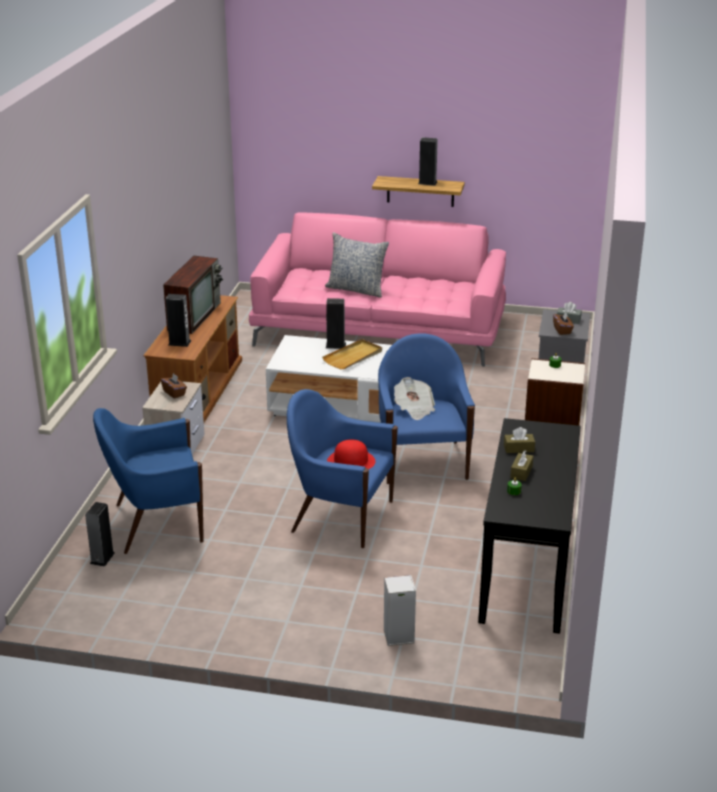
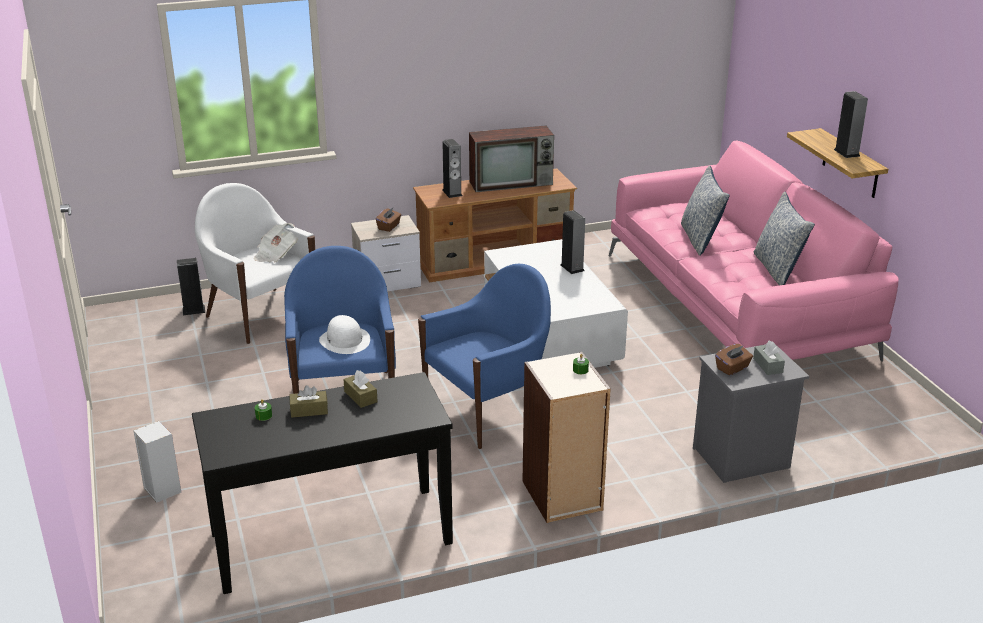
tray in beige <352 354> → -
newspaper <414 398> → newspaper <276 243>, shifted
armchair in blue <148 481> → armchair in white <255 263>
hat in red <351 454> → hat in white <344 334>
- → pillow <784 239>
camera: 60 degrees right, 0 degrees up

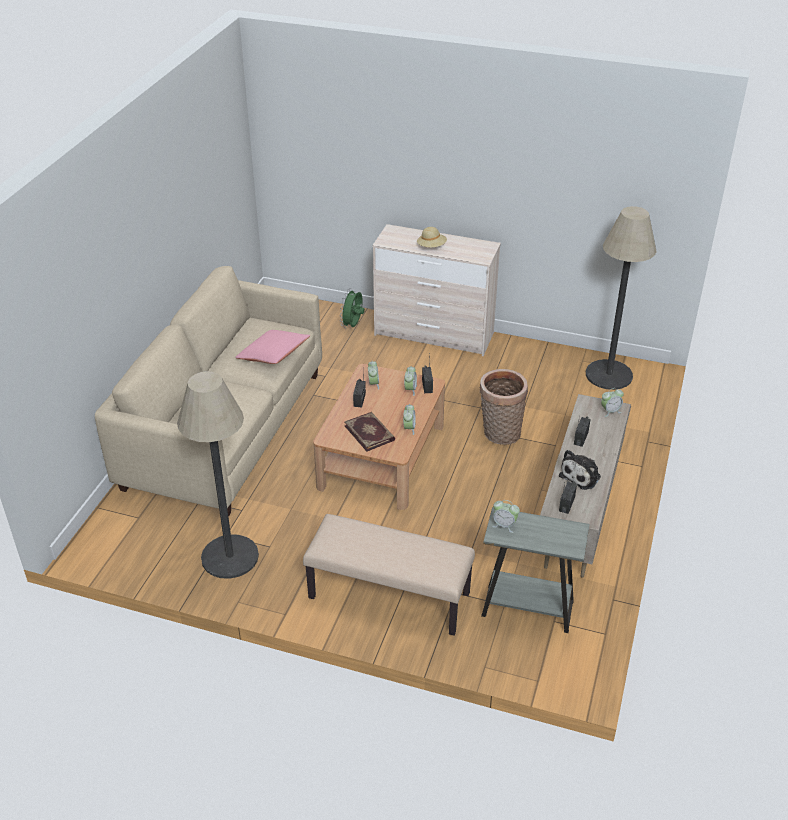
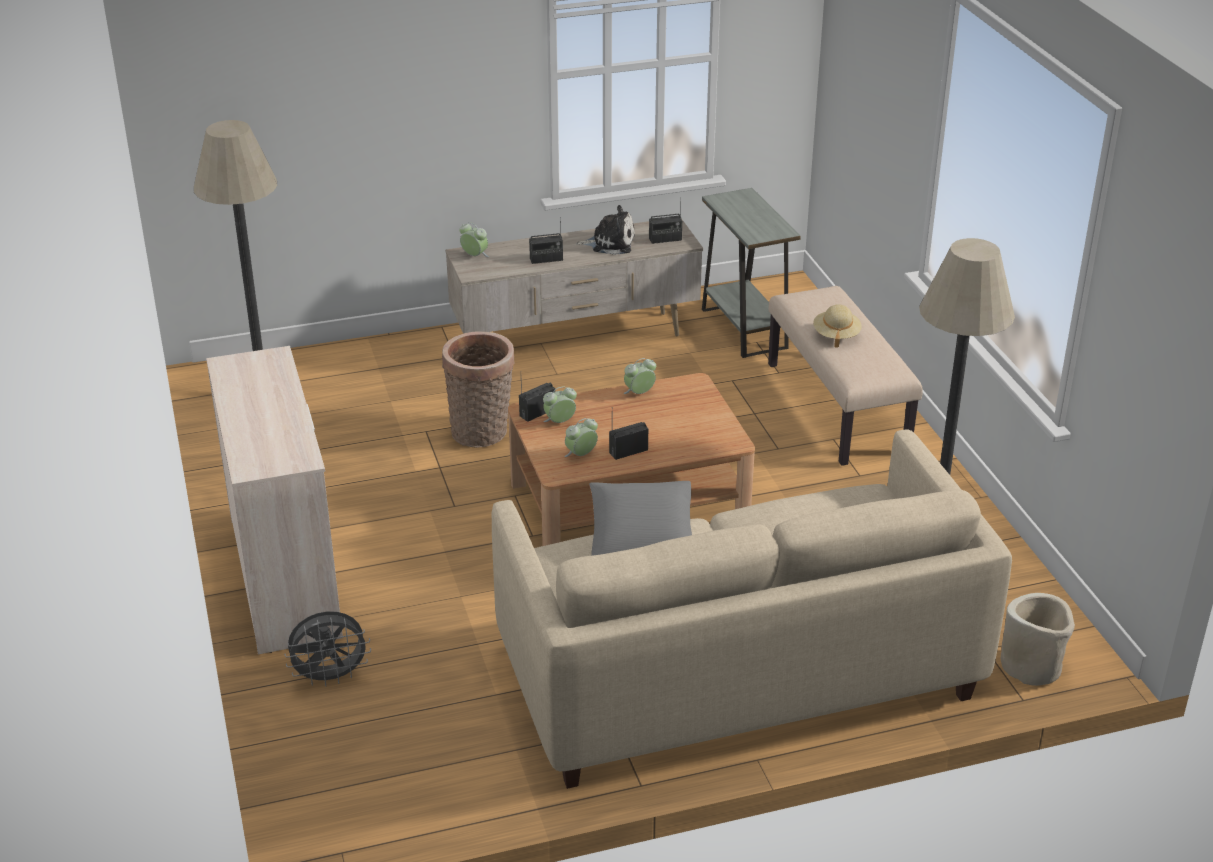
hat in beige <432 237> → hat in beige <837 326>, shifted
fan in green <352 308> → fan in grey <327 649>
pillow in pink <272 347> → pillow in grey <640 518>
book <369 432> → -
alarm clock <506 516> → -
- → planter in beige <1038 639>
camera: 125 degrees left, 5 degrees down

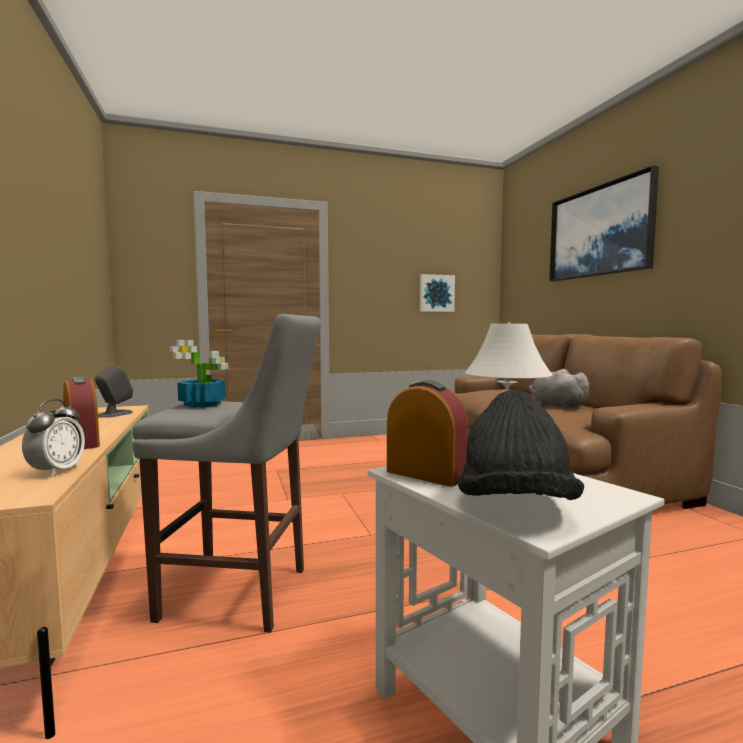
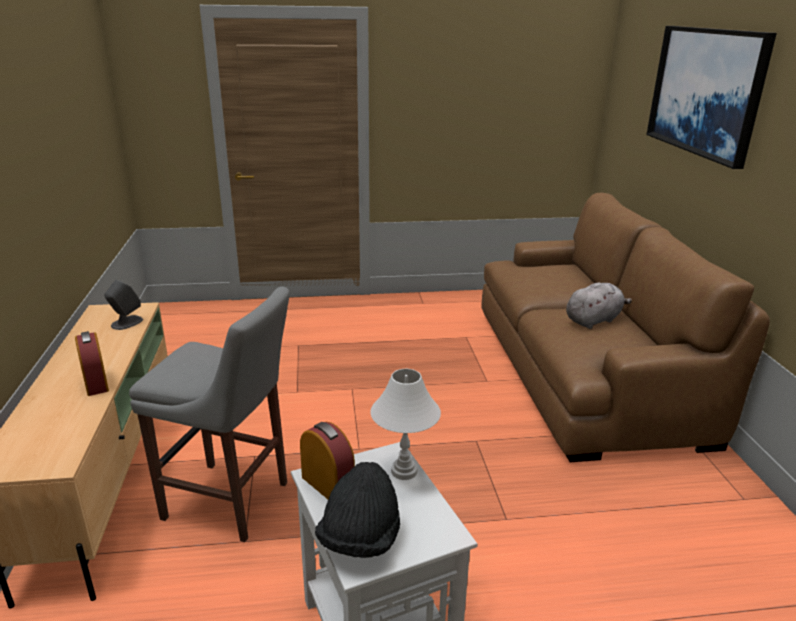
picture <437 293> → -
potted plant <199 374> → -
plush toy in grey <560 389> → plush toy in grey <599 305>, 90 degrees clockwise
alarm clock <53 438> → -
camera: 10 degrees right, 20 degrees up

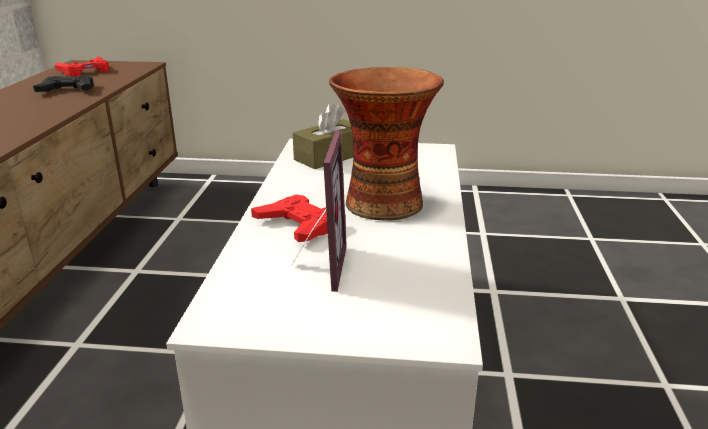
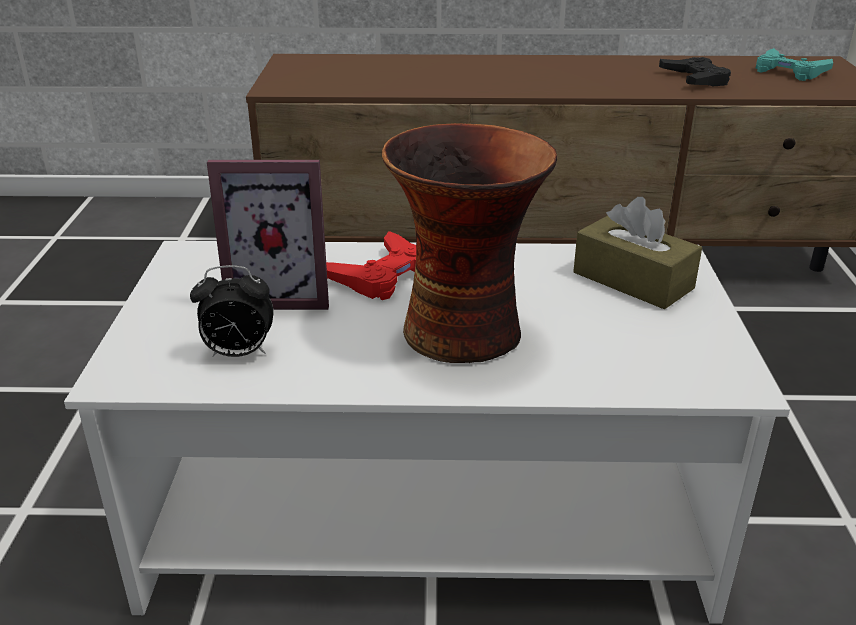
game controller in red <82 66> → game controller in turquoise <794 64>
- → alarm clock <232 311>
camera: 85 degrees right, 5 degrees up

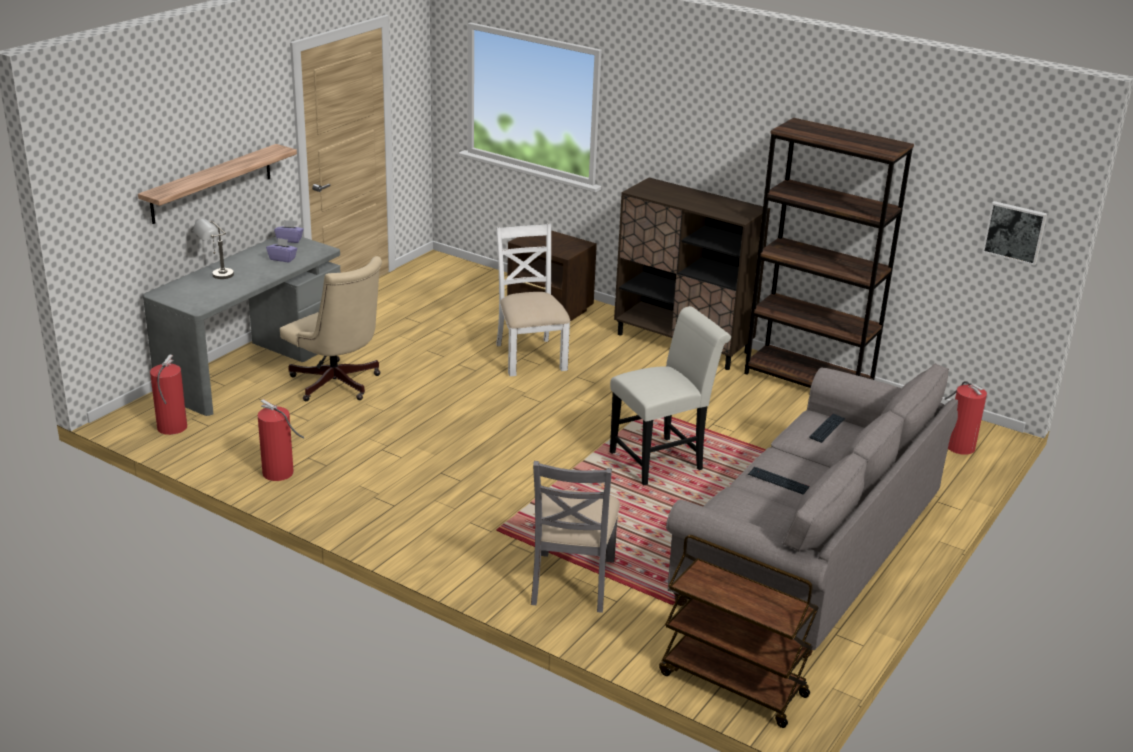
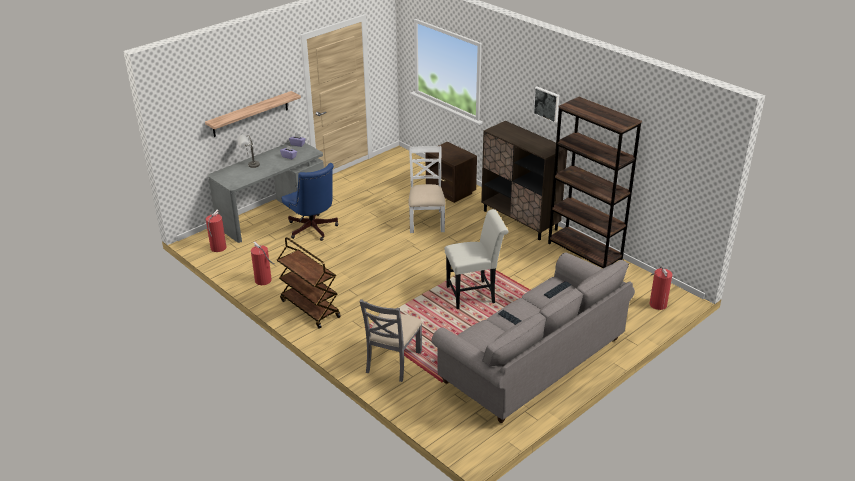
picture <1014 233> → picture <546 105>, shifted
office chair in beige <331 328> → office chair in blue <310 202>
cart in brown <739 631> → cart in brown <309 283>, shifted
camera: 15 degrees right, 5 degrees up

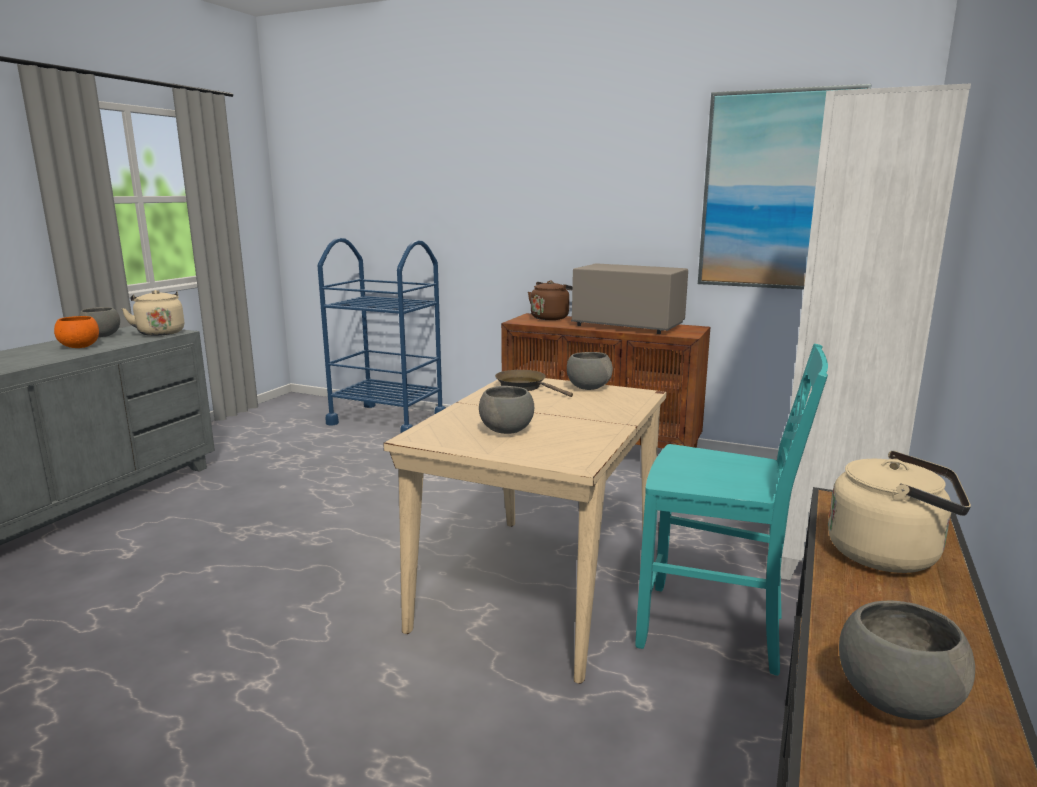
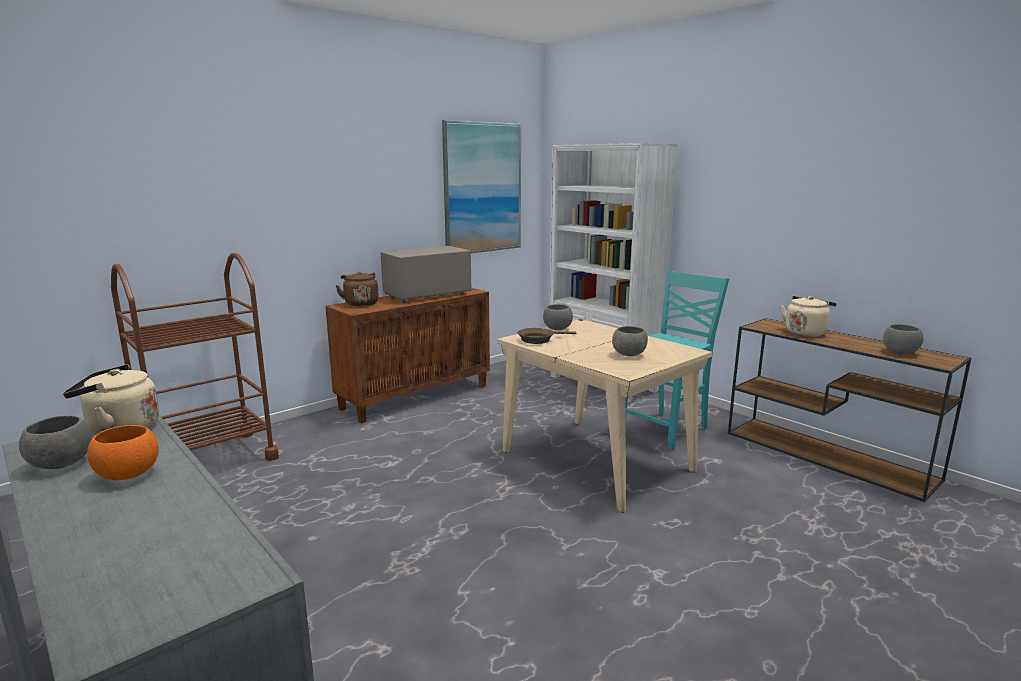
cart in blue <382 335> → cart in brown <195 357>
camera: 65 degrees left, 0 degrees up

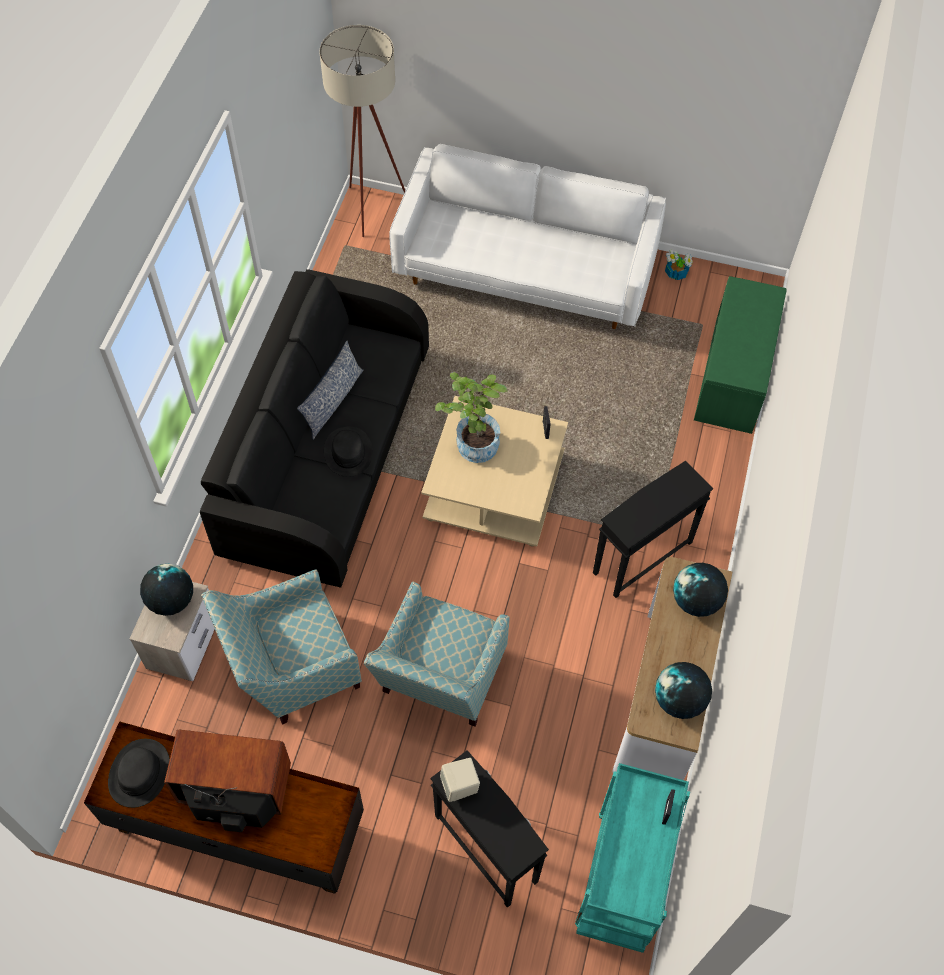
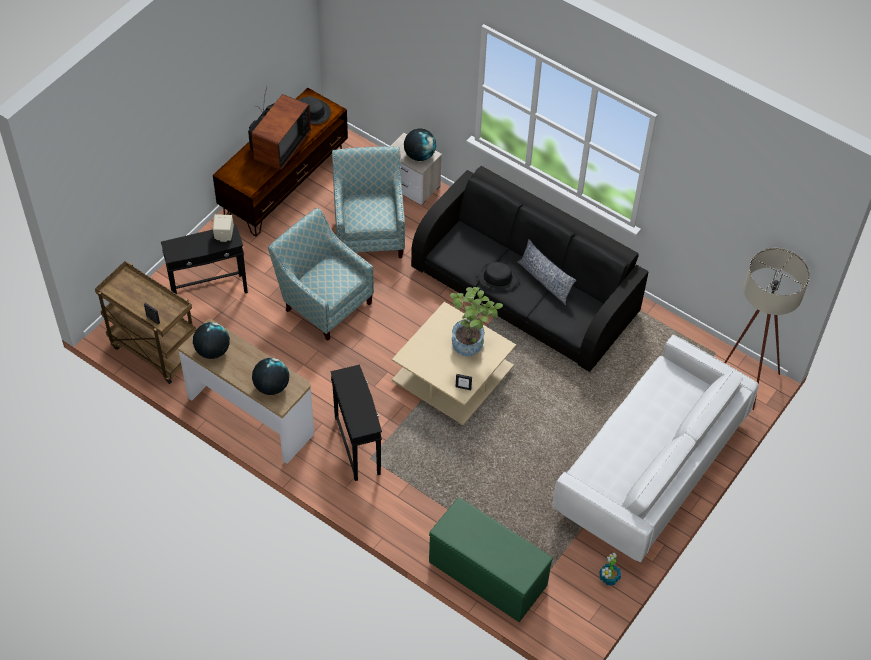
cart in turquoise <632 858> → cart in brown <145 322>
camera: 110 degrees right, 5 degrees down

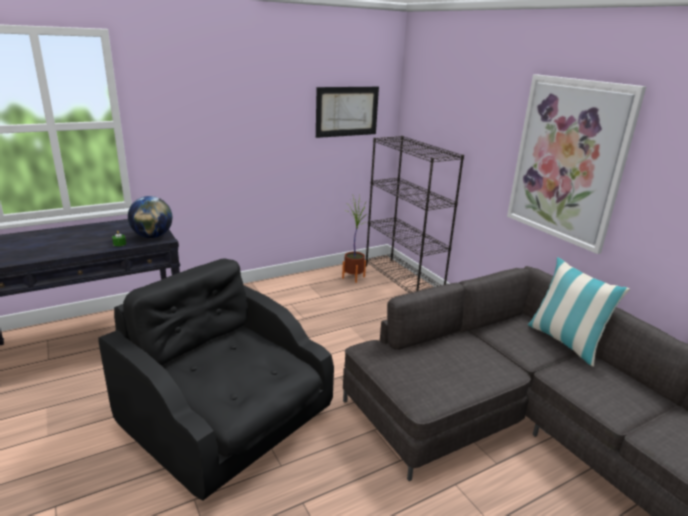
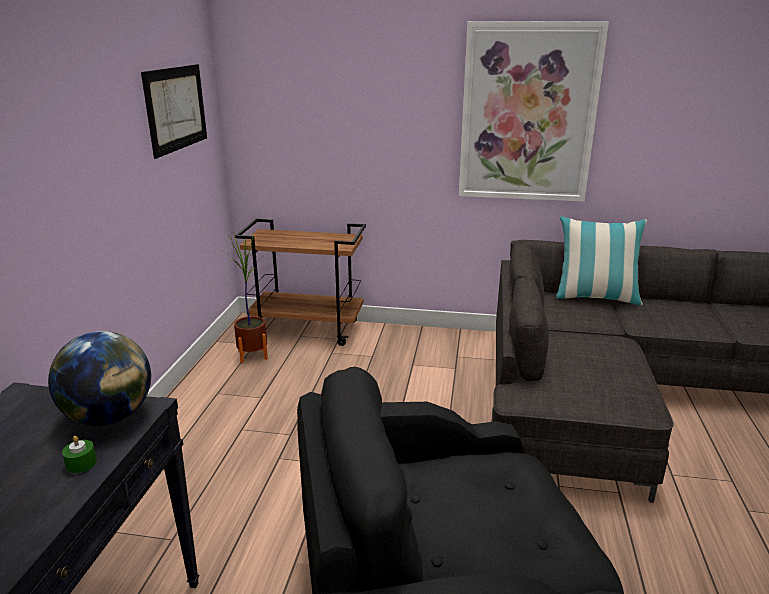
bookcase in black <415 214> → cart in brown <300 282>
camera: 50 degrees left, 0 degrees up

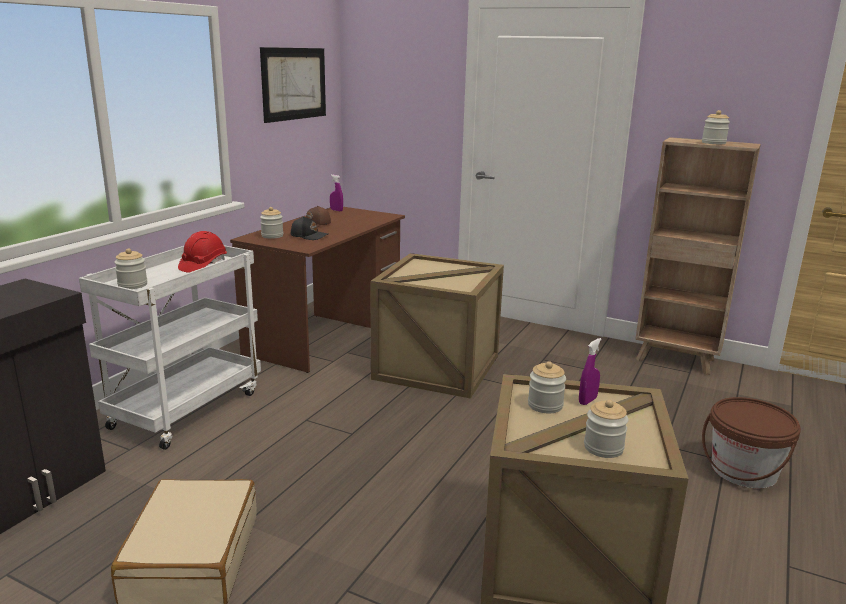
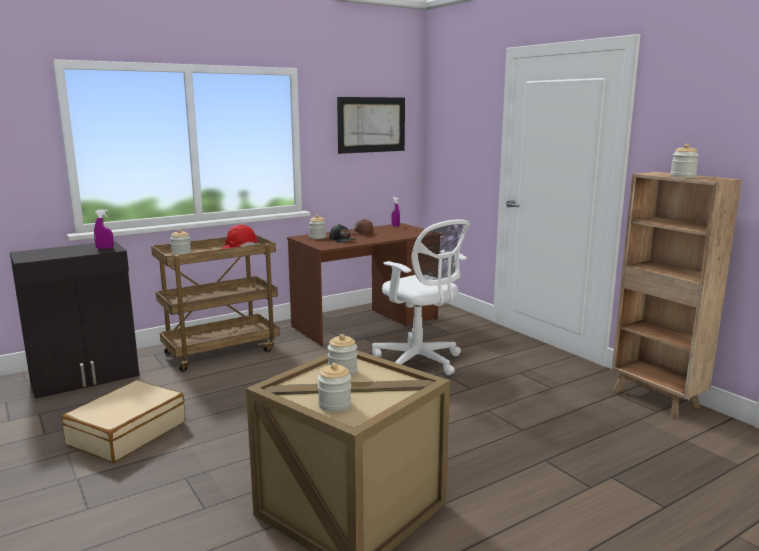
cart in white <170 347> → cart in brown <215 303>
crate <437 326> → office chair in white <421 297>
spray bottle in purple <590 371> → spray bottle in purple <104 229>, shifted
bucket in brown <751 442> → -
camera: 30 degrees right, 5 degrees down

